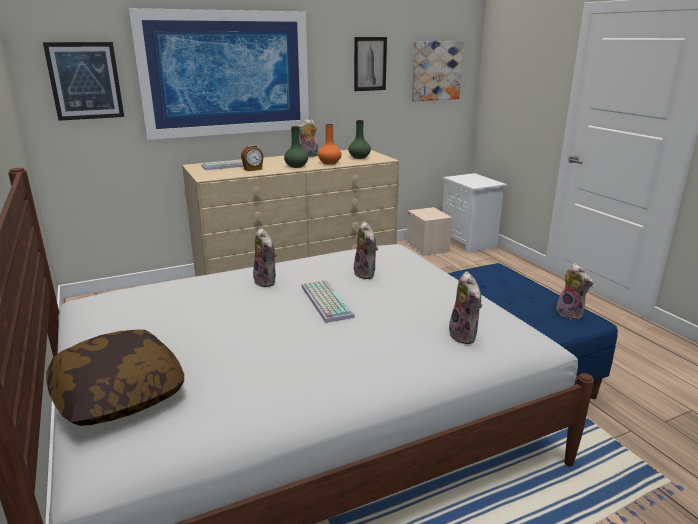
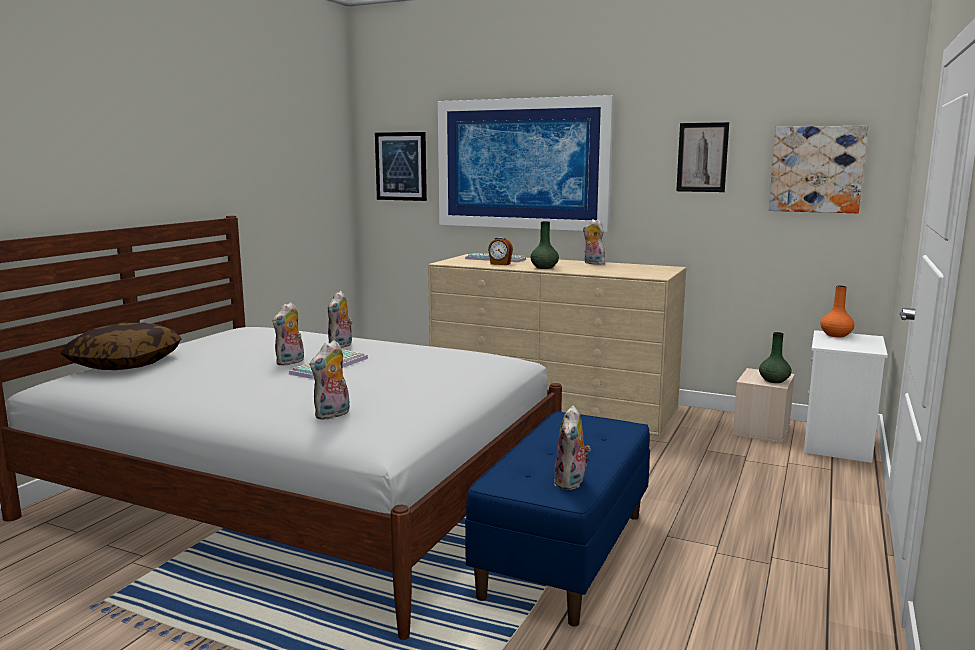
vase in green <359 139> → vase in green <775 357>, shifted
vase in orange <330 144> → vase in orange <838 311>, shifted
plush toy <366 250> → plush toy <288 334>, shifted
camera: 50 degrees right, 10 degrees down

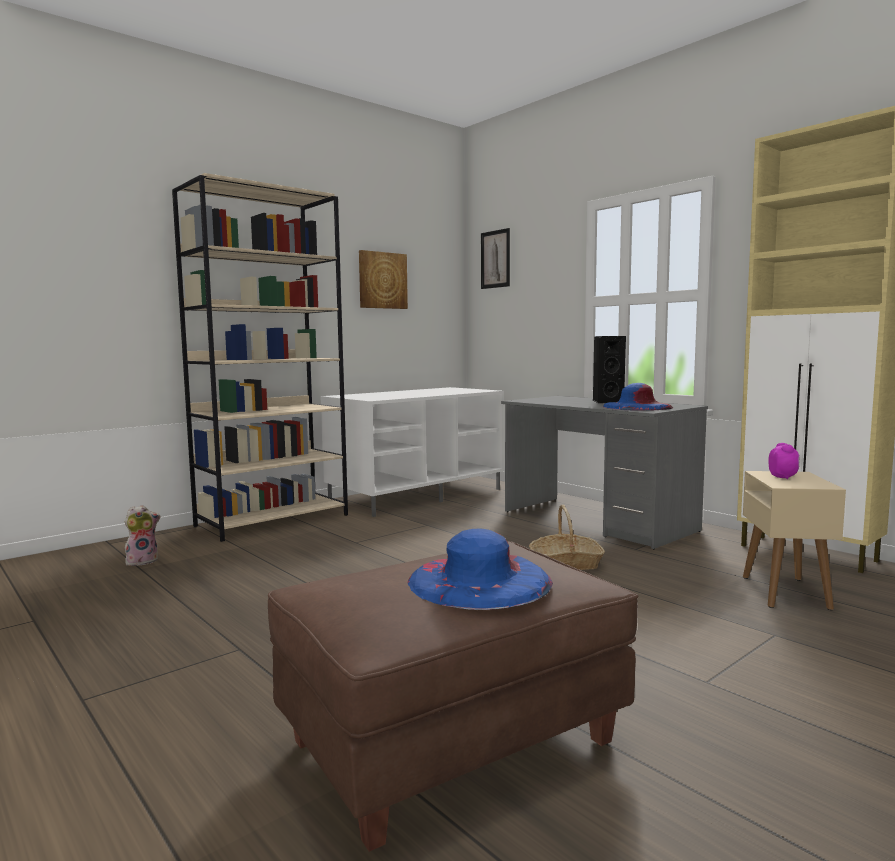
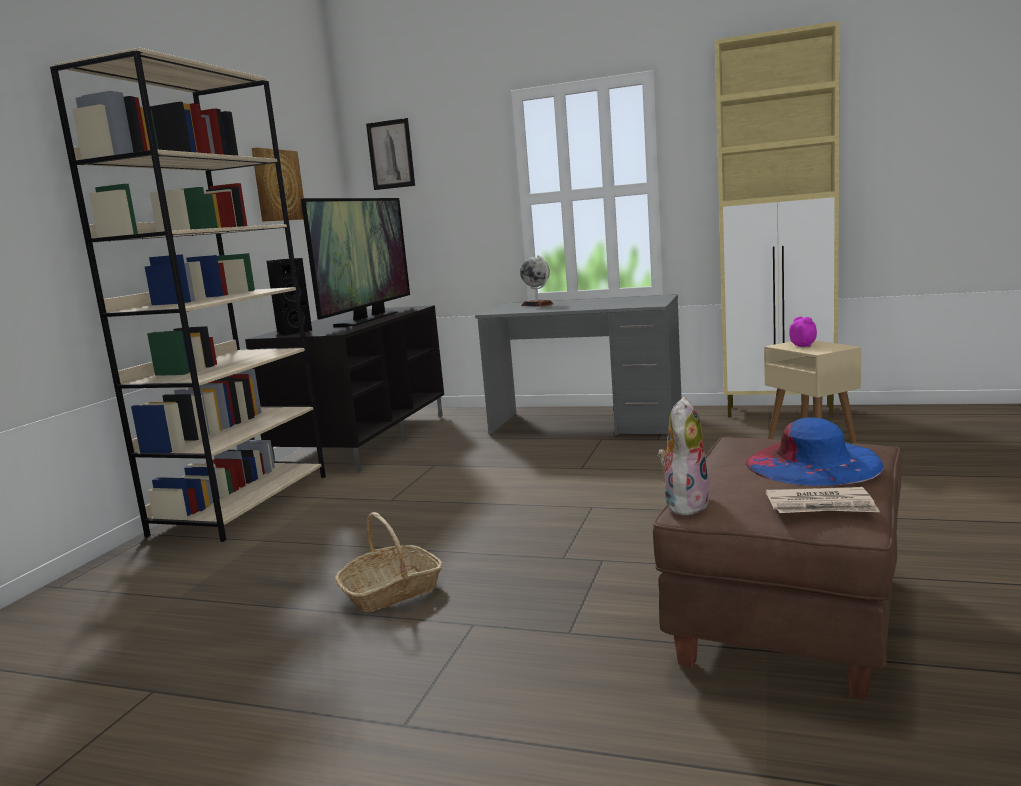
speaker in black <609 369> → speaker in black <289 297>, shifted
hat in blue <638 397> → -
tv stand in white <412 452> → tv stand in black <344 388>
plush toy <143 535> → plush toy <684 456>, shifted
basket <567 537> → basket <388 562>, shifted
- → television <355 262>
- → globe <536 281>
- → newspaper <823 500>
camera: 30 degrees left, 5 degrees up

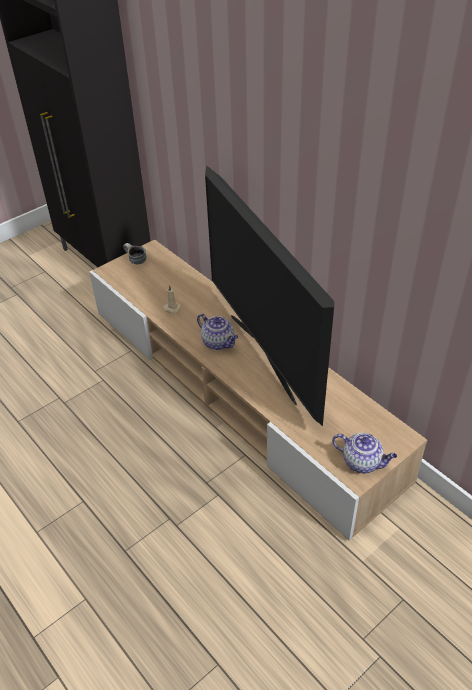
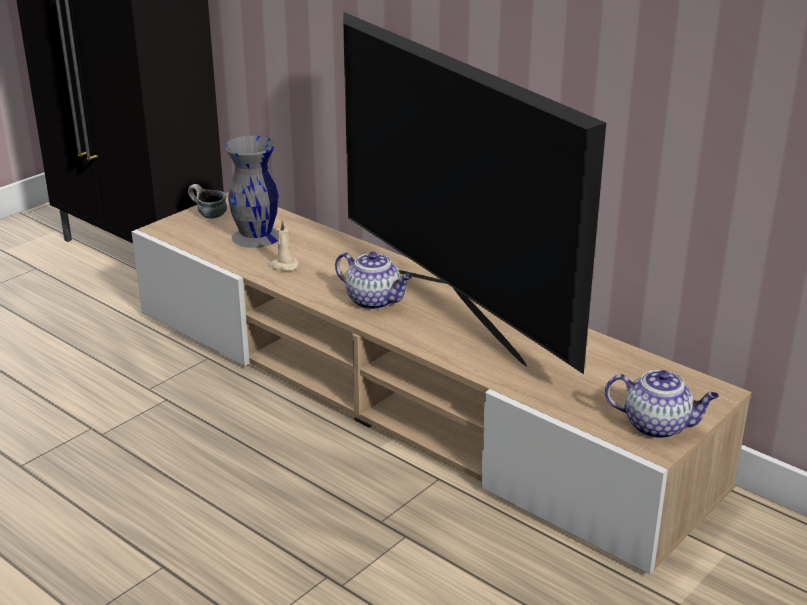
- → vase in grey <252 192>
camera: 10 degrees left, 15 degrees down

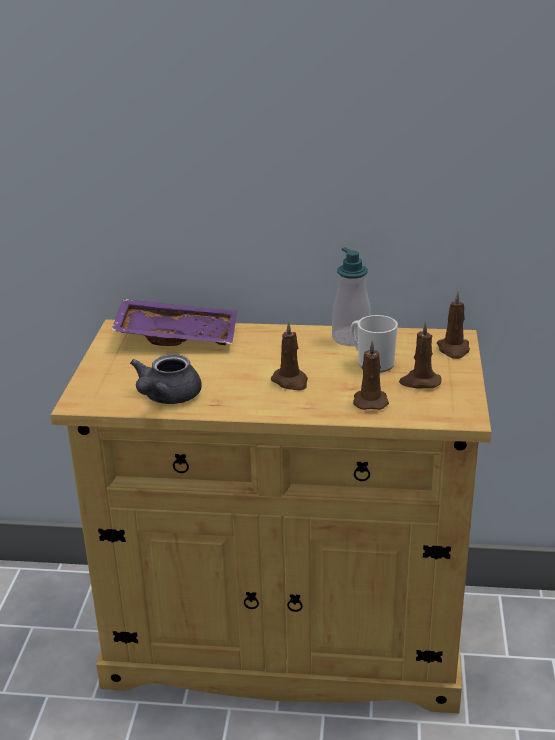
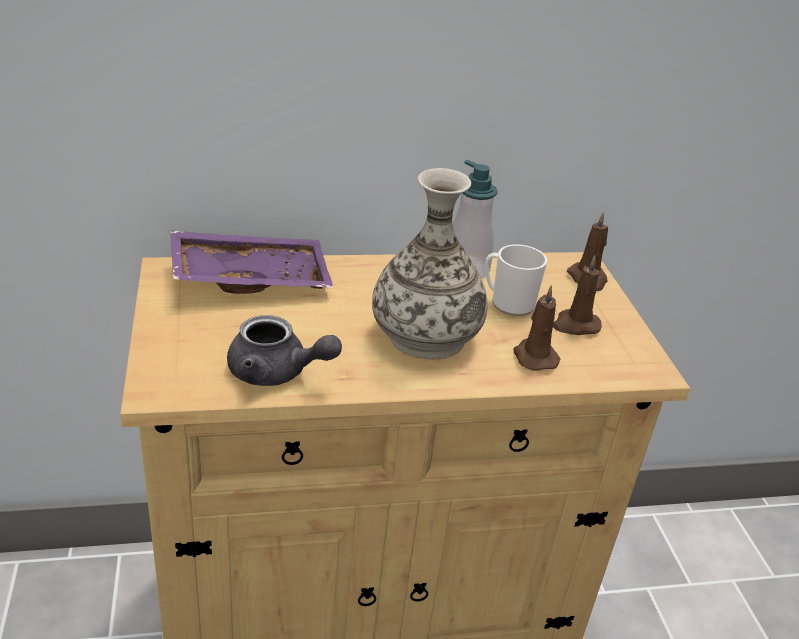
candle in brown <289 355> → vase <430 263>
teapot in grey <166 379> → teapot in grey <284 350>, 75 degrees counterclockwise
camera: 20 degrees left, 5 degrees up

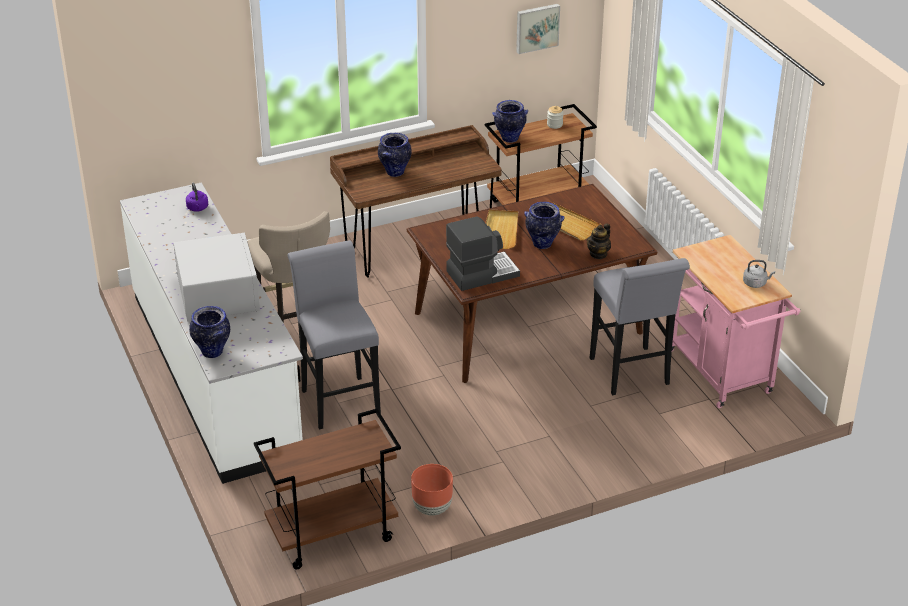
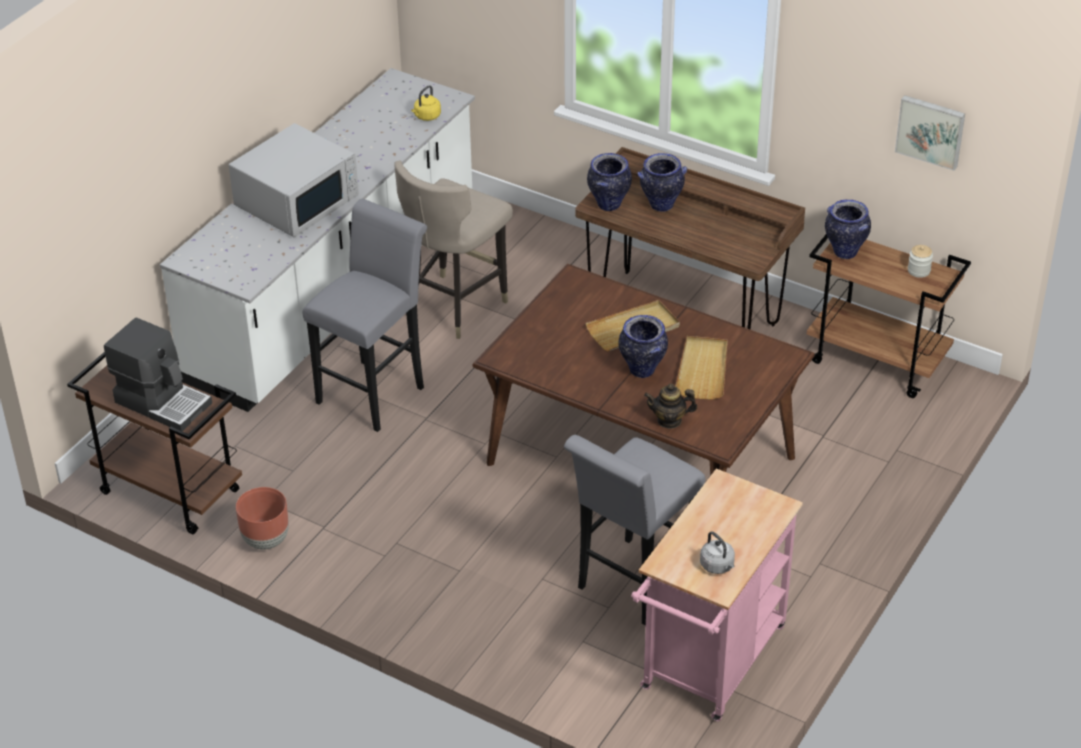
kettle in purple <197 197> → kettle in yellow <426 103>
coffee machine <483 253> → coffee machine <158 374>, shifted
vase <209 332> → vase <609 182>, shifted
camera: 55 degrees right, 5 degrees up

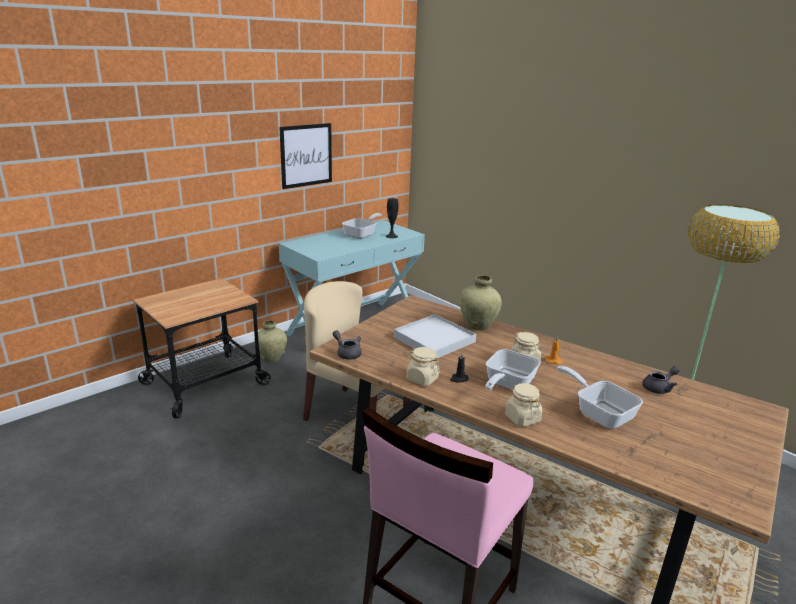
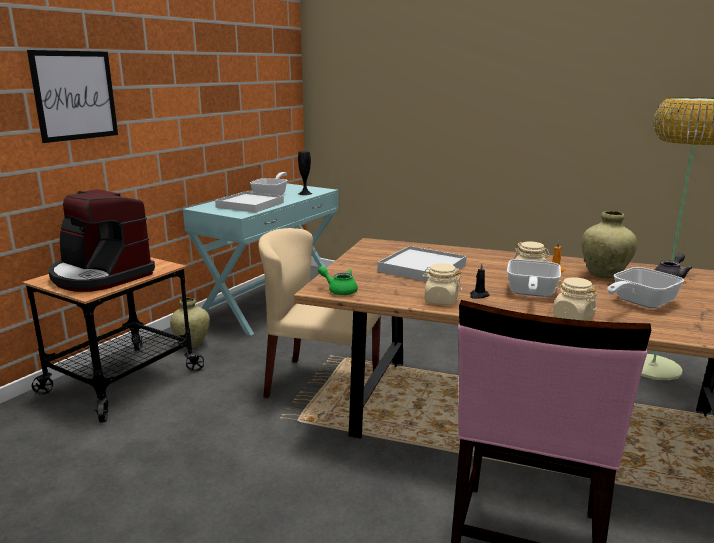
picture <305 156> → picture <72 96>, shifted
vase in beige <480 302> → vase in beige <609 245>, shifted
teapot in grey <347 345> → teapot in green <338 280>
frying pan <600 397> → frying pan <645 287>, 75 degrees counterclockwise
- → coffee machine <102 240>
- → tray in white <249 202>
camera: 15 degrees left, 5 degrees down

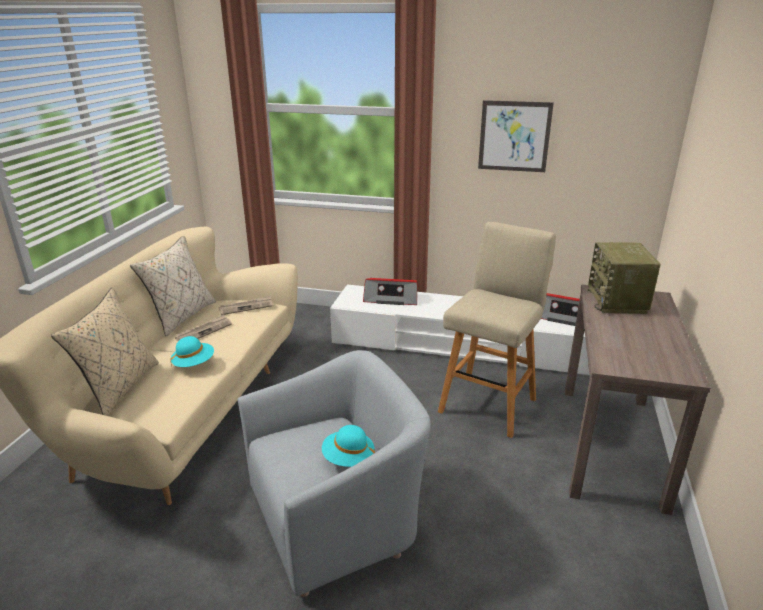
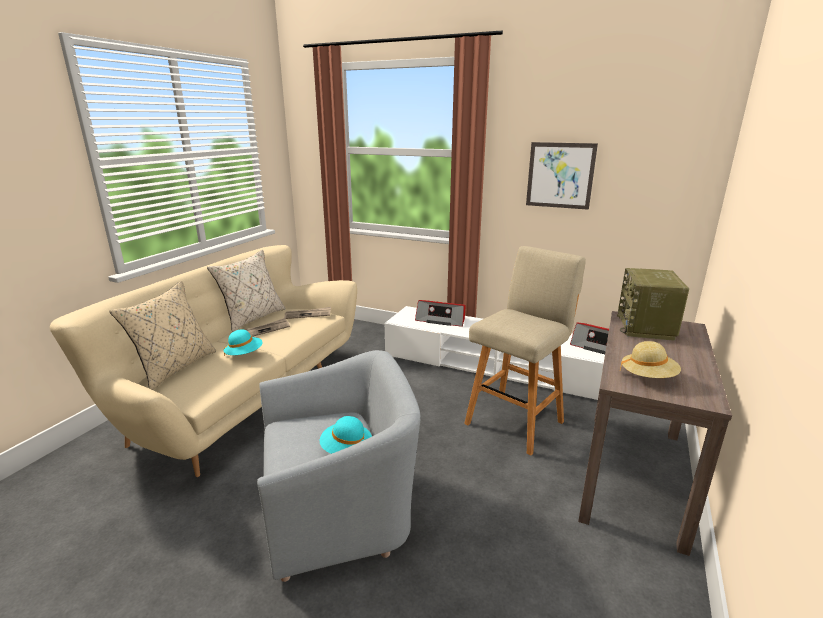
- → hat in beige <650 359>
camera: 10 degrees right, 5 degrees down

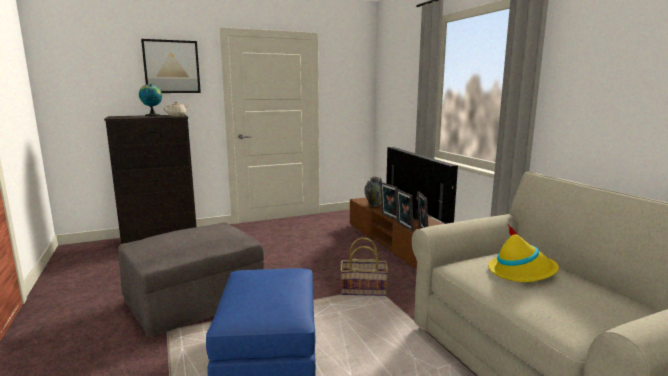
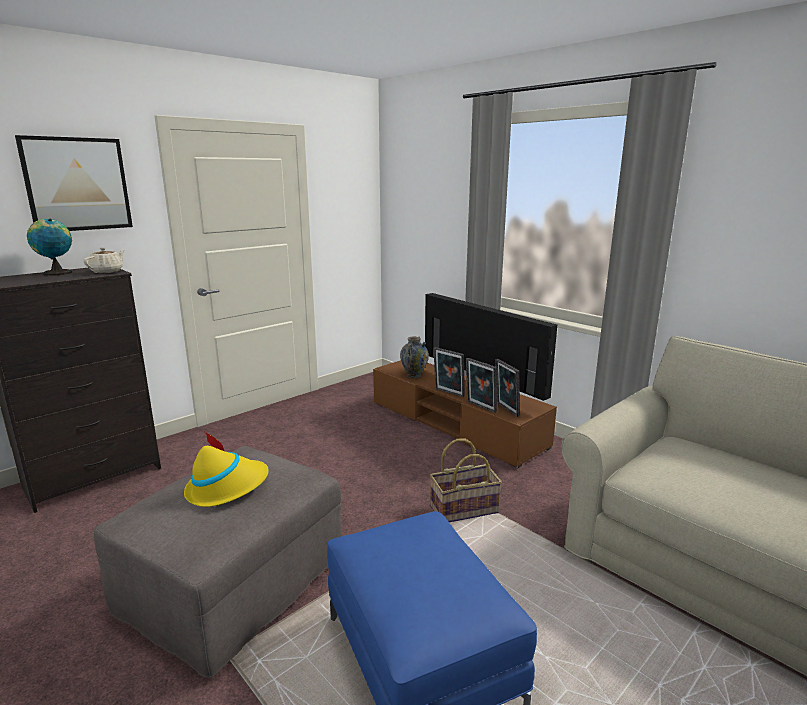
hat in yellow <523 253> → hat in yellow <226 469>, shifted
camera: 20 degrees left, 5 degrees up

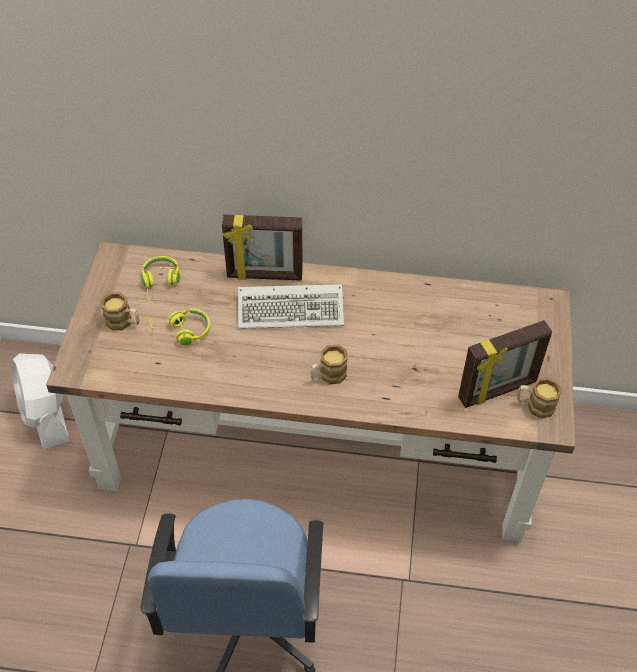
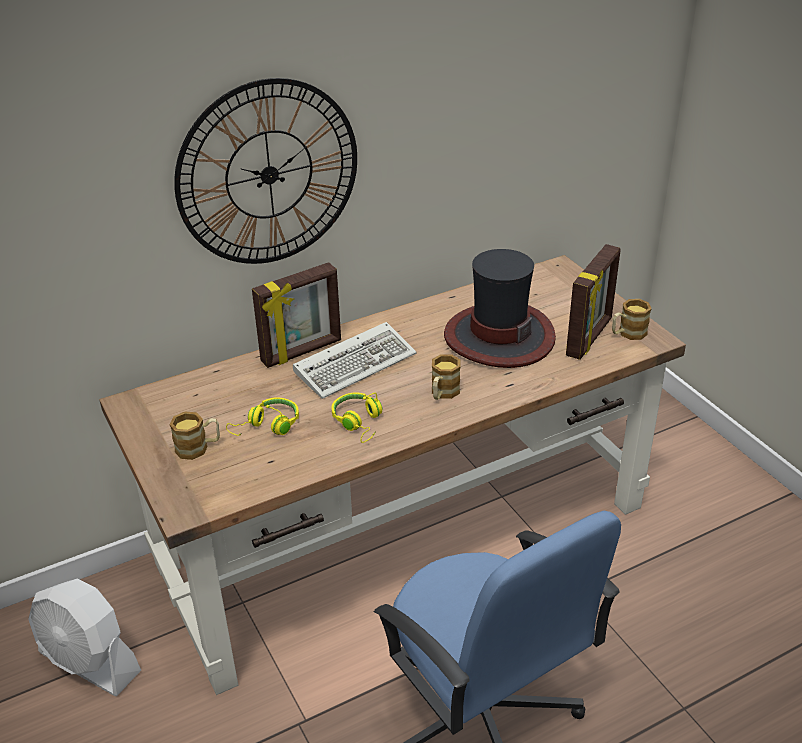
headphones in yellow <158 278> → headphones in yellow <357 417>, shifted
- → wall clock <265 171>
- → hat <500 308>
camera: 35 degrees left, 15 degrees down

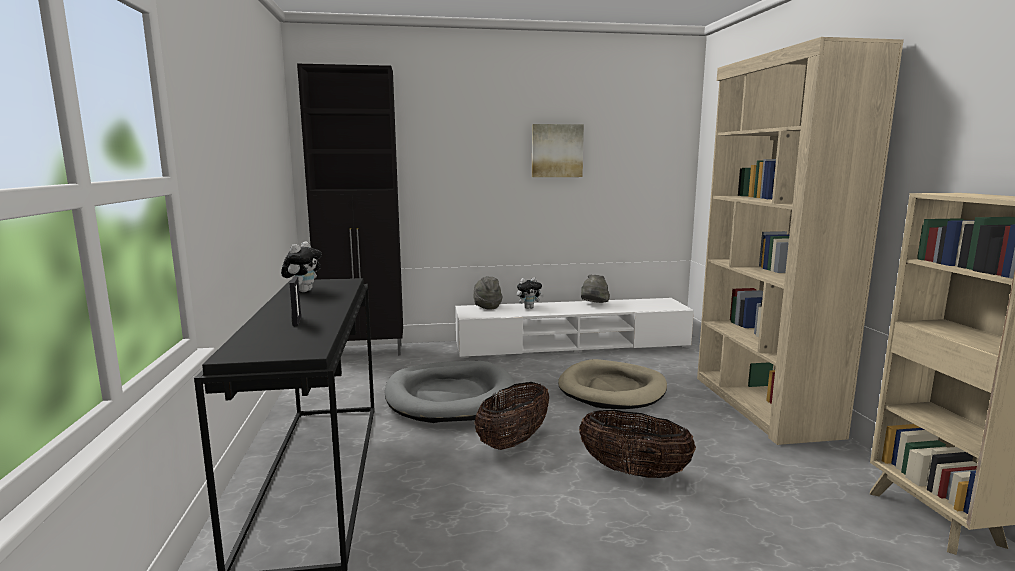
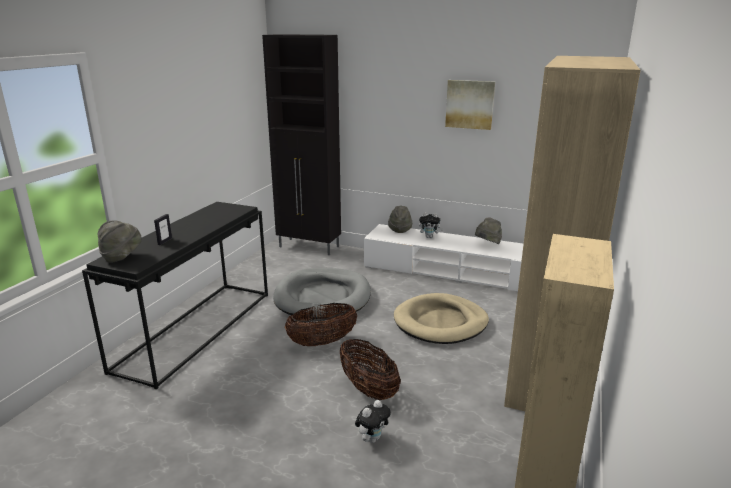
plush toy <301 266> → plush toy <373 421>, shifted
- → hat in grey <120 241>
camera: 30 degrees right, 10 degrees up

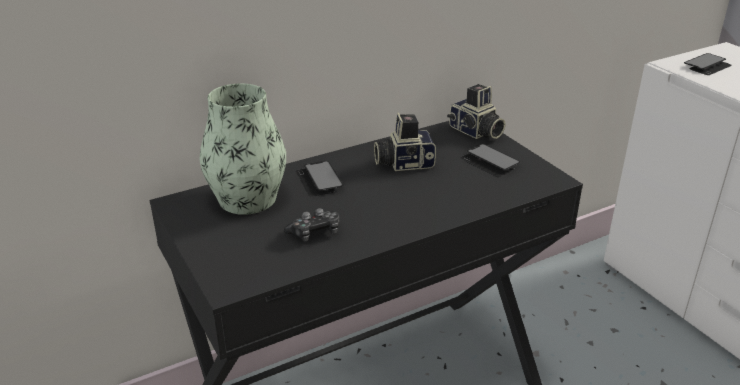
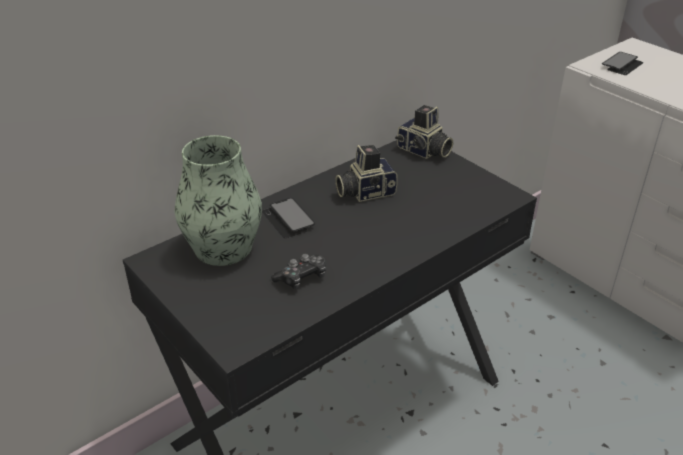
phone <490 160> → -
camera: 10 degrees left, 5 degrees up

